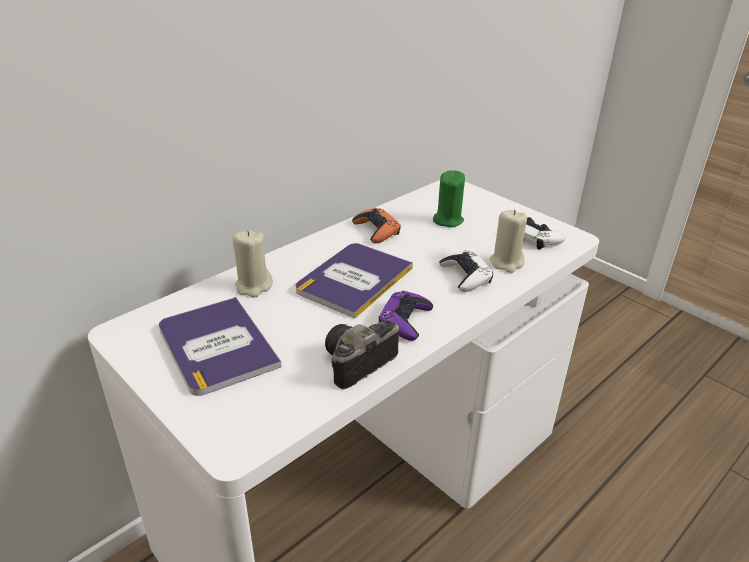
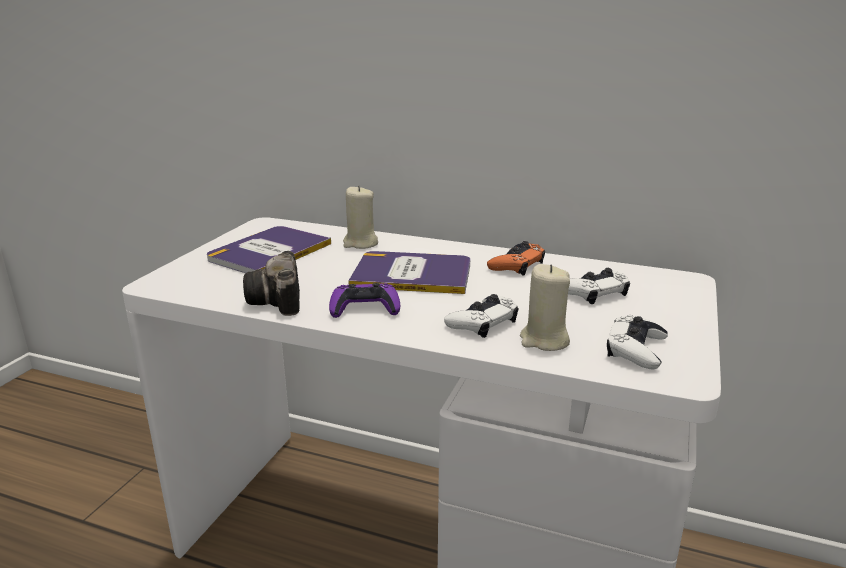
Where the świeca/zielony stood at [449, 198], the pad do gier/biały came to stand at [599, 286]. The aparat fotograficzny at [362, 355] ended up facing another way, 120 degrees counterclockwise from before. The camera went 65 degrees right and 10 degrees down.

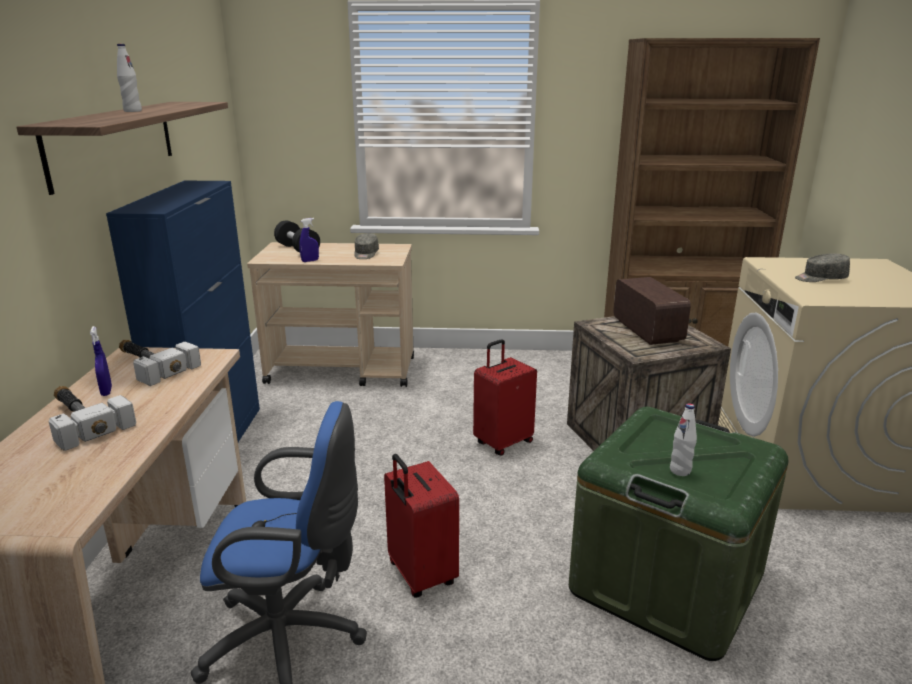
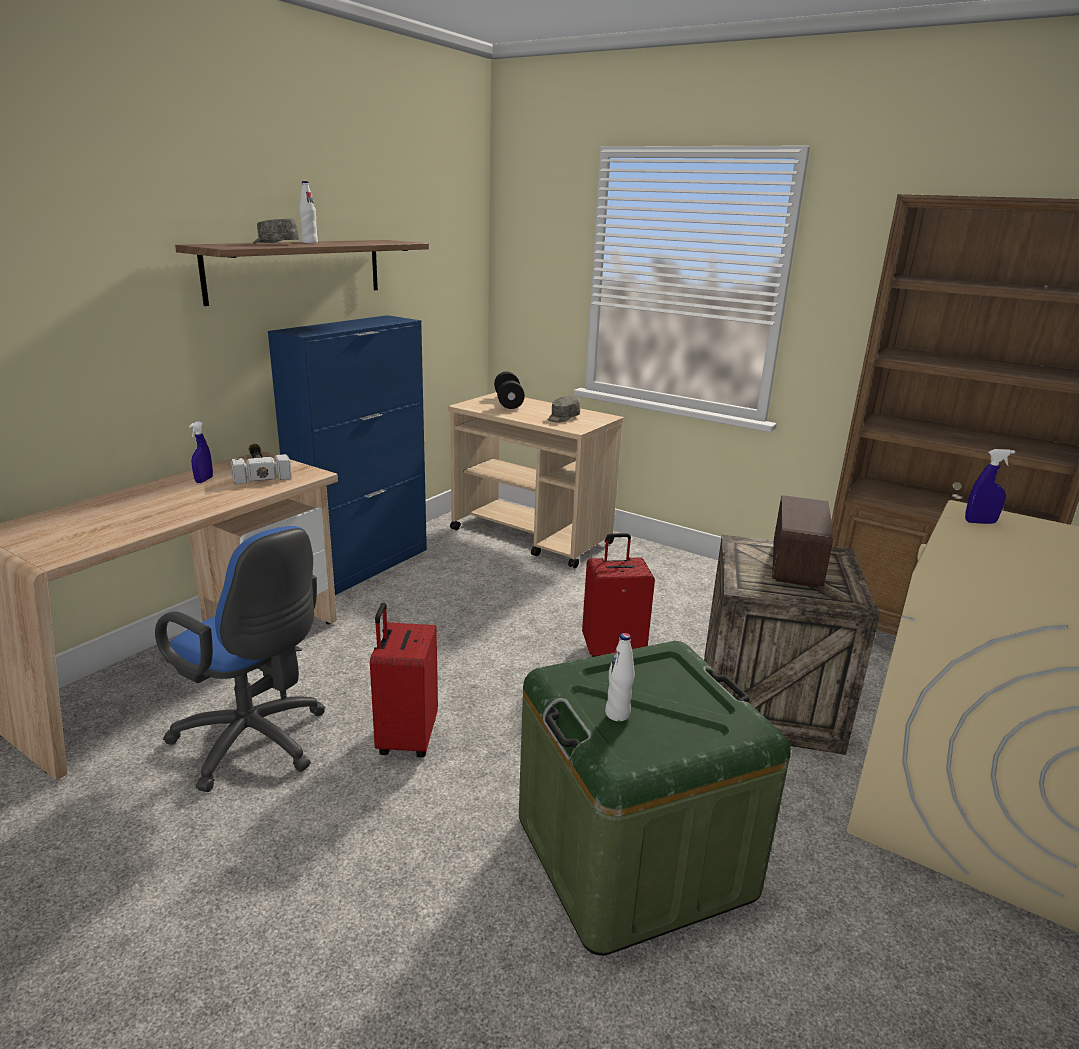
The spryskiwacz/niebieski ended up elsewhere, having gone from [309, 240] to [990, 486]. The czapka z daszkiem/szary ended up elsewhere, having gone from [822, 267] to [276, 231]. The second view lost the młotek at [92, 418]. The camera went 30 degrees right and 0 degrees up.

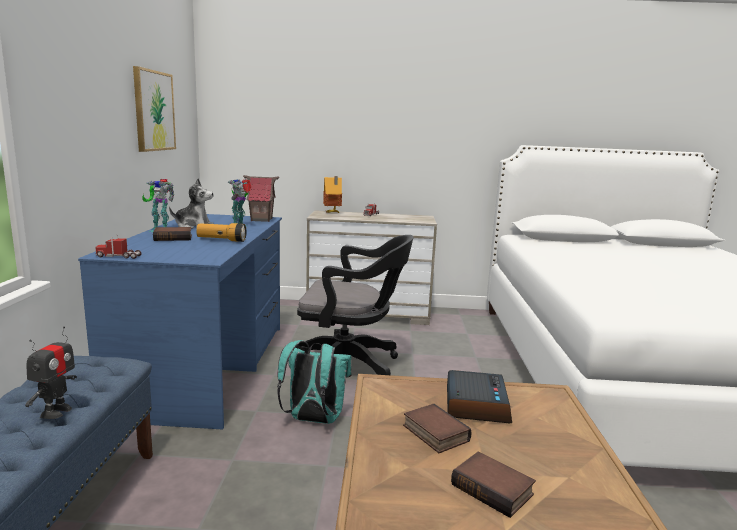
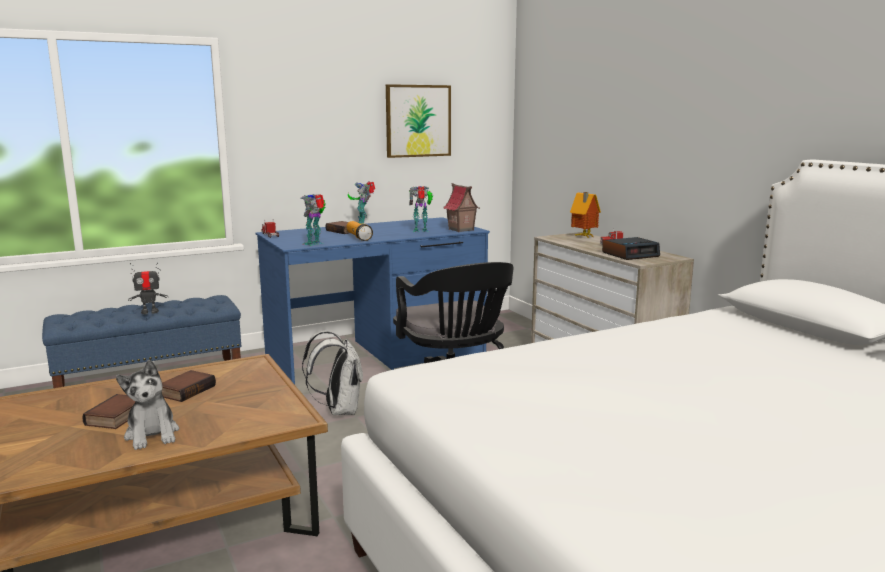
The pluszak ended up elsewhere, having gone from [191, 204] to [147, 405]. What was the plecak/turkusowy at [314, 382] turned into the plecak/biały at [332, 373]. The budzik ended up elsewhere, having gone from [479, 396] to [631, 248]. The second view gained the robot zabawkowy at [313, 220]. The camera went 60 degrees right and 0 degrees up.

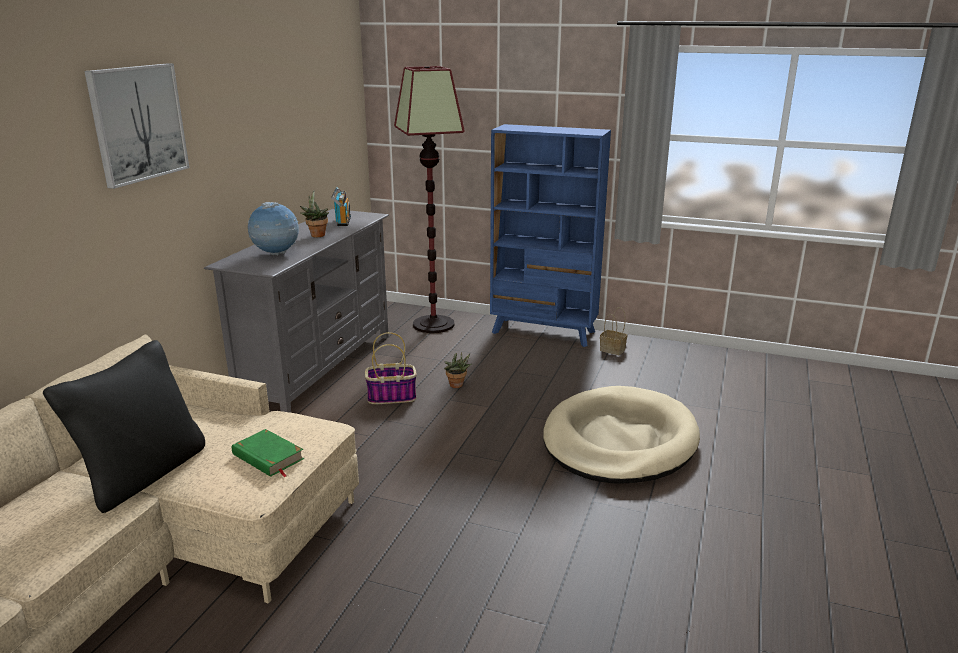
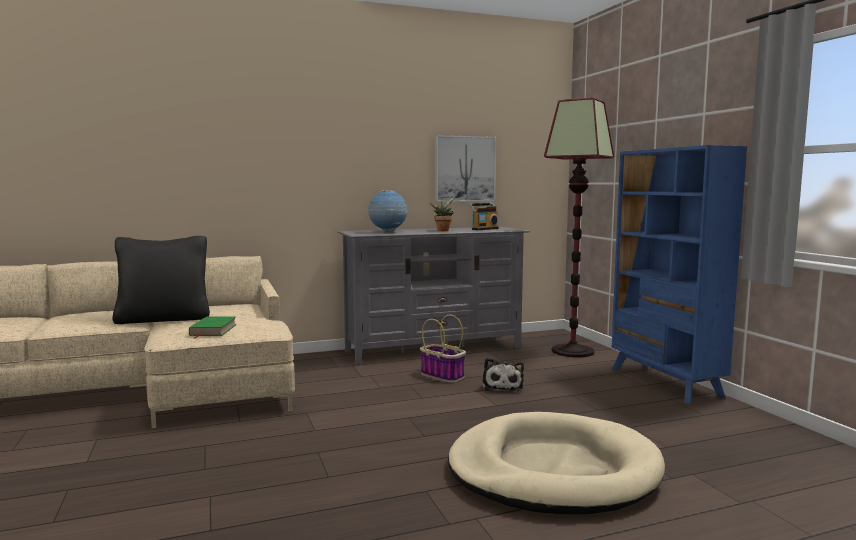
The obraz ended up elsewhere, having gone from [136, 126] to [466, 168]. The second view lost the koszyk at [613, 331]. Where the roślina doniczkowa stood at [457, 370], the pluszak came to stand at [503, 374]. The camera went 50 degrees right and 15 degrees down.

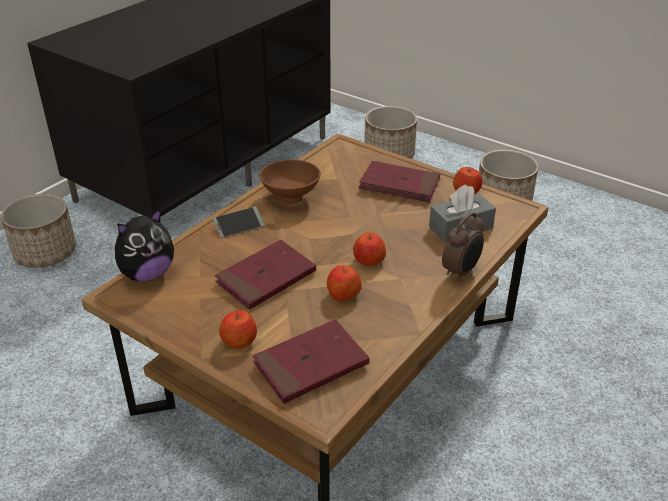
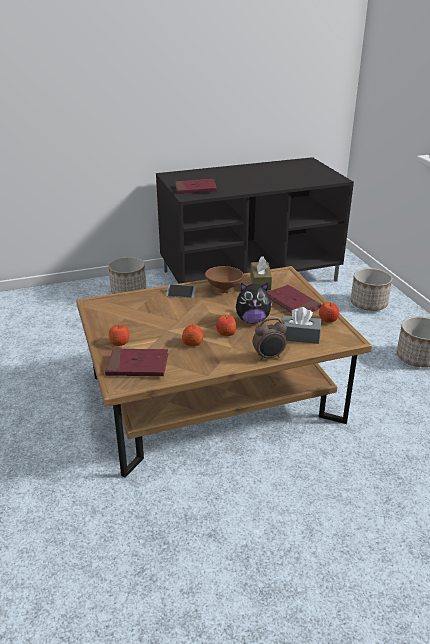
The pluszak ended up elsewhere, having gone from [144, 244] to [254, 303]. The książka/czerwony ended up elsewhere, having gone from [265, 275] to [196, 186]. The second view gained the pudełko chusteczek/brązowy at [261, 273]. The camera went 35 degrees right and 5 degrees down.

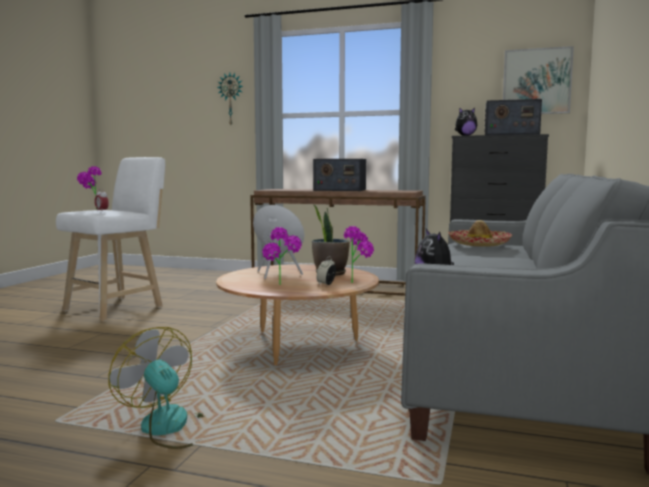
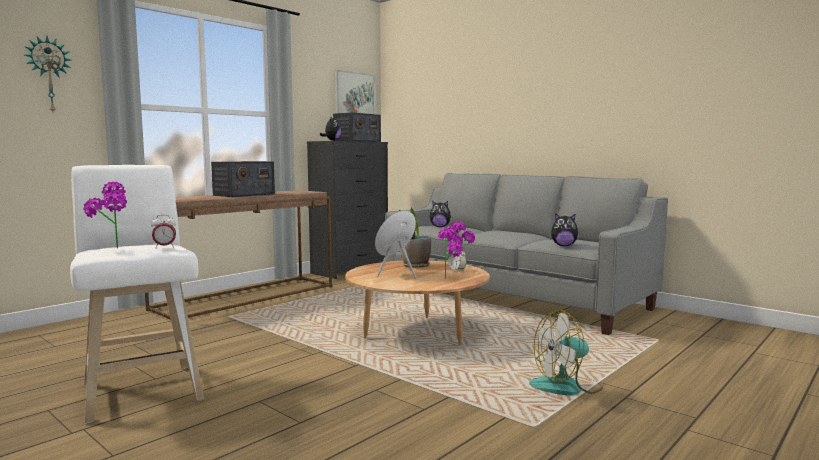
Where the kapelusz stood at [479, 233], the pluszak came to stand at [441, 213]. The camera went 65 degrees left and 0 degrees up.

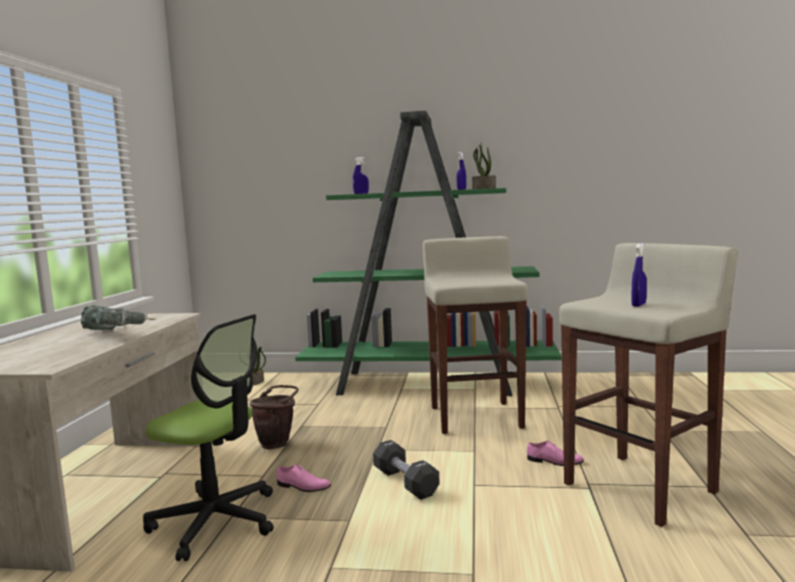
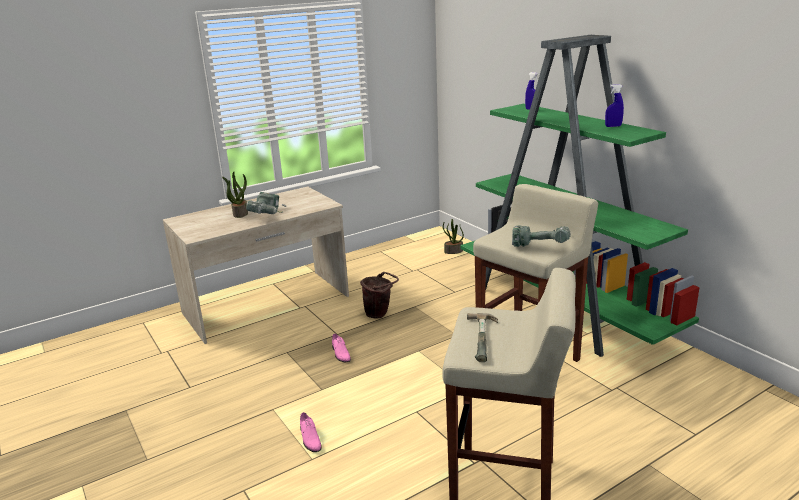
The roślina doniczkowa ended up elsewhere, having gone from [484, 165] to [235, 195]. Where the spryskiwacz/niebieski stood at [639, 275], the młotek came to stand at [482, 337]. The second view lost the krzesło biurowe at [208, 437]. The second view lost the hantel/czarny at [406, 470]. The but/różowy ended up elsewhere, having gone from [555, 453] to [311, 432]. The second view gained the wiertarka at [541, 236]. The camera went 50 degrees right and 15 degrees up.

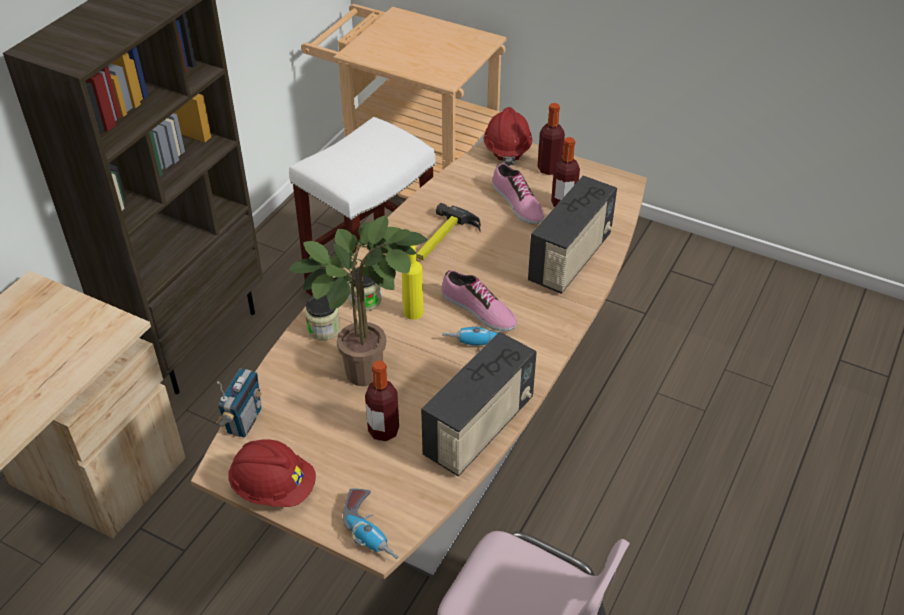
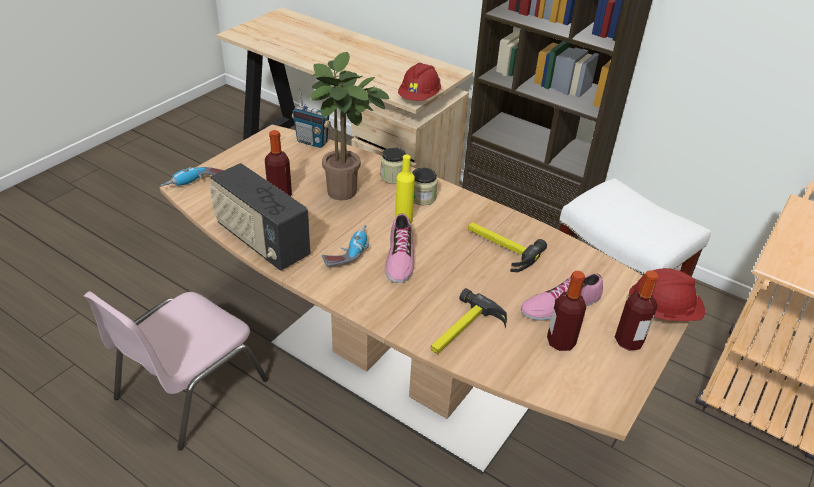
Where the radio stood at [572, 234], the młotek came to stand at [469, 321]. The but at [479, 301] ended up facing another way, 45 degrees counterclockwise from before. The kask/czerwony ended up elsewhere, having gone from [272, 473] to [419, 82]. The camera went 95 degrees right and 5 degrees down.

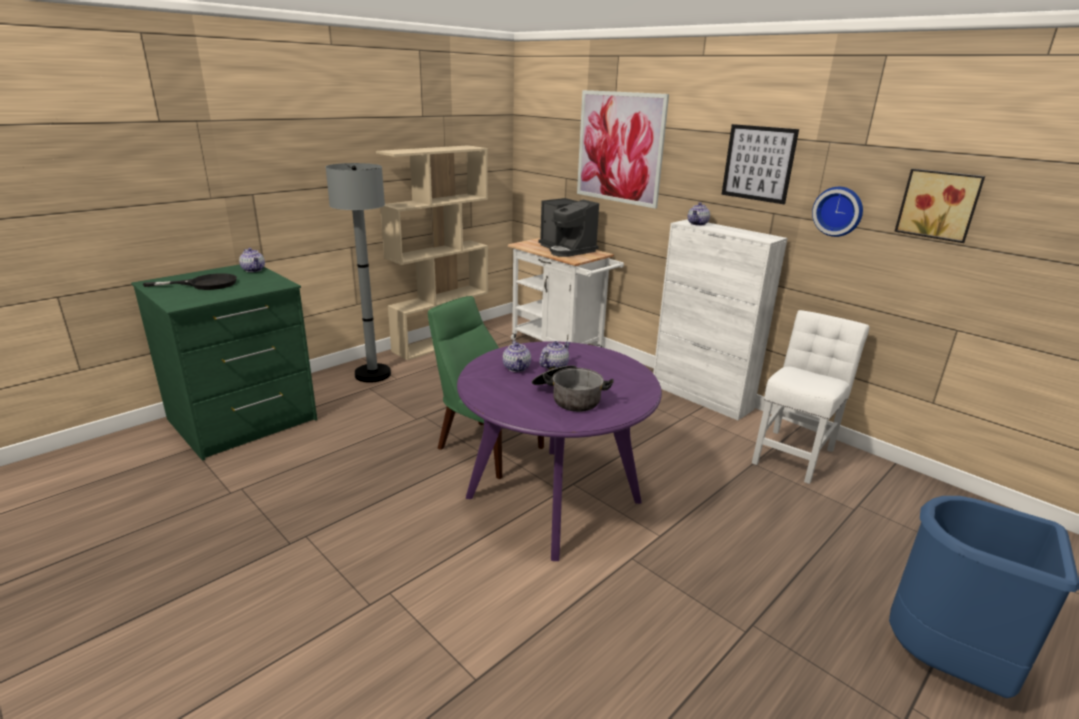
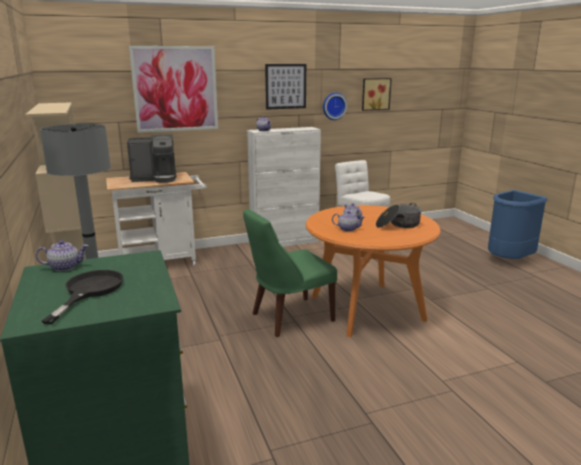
What was the stół jadalny/fioletowy at [559, 451] turned into the stół jadalny/pomarańczowy at [373, 271]. The camera went 65 degrees left and 5 degrees down.

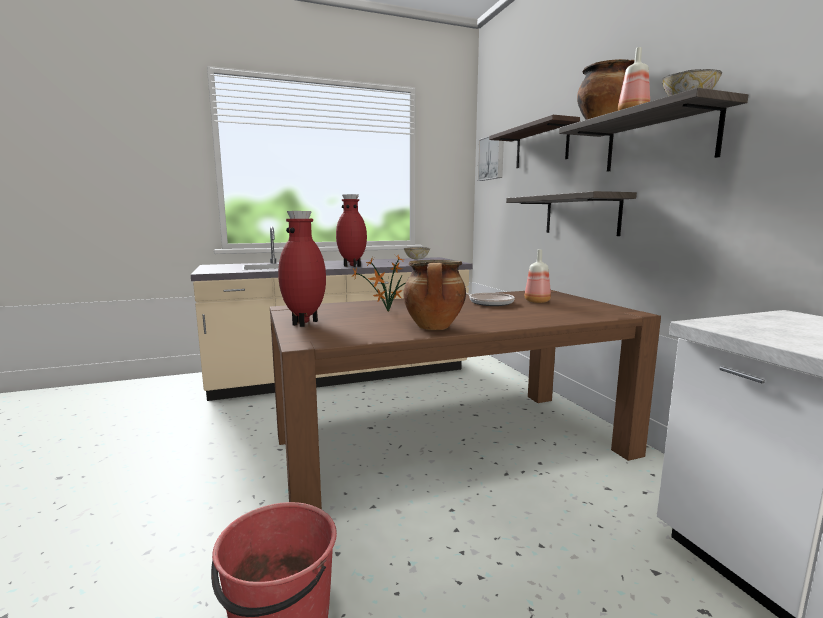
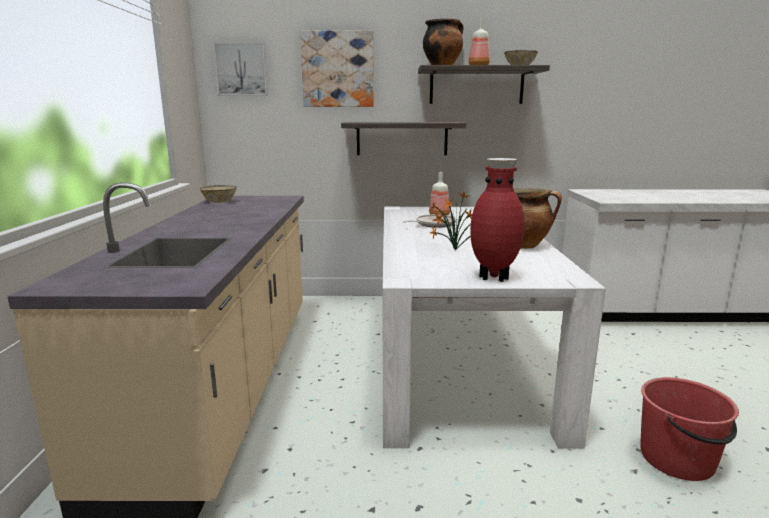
Where the półka hung at [534, 141], the obraz came to hang at [337, 68]. The second view lost the wazon/czerwony at [351, 230]. What was the stół jadalny/brązowy at [465, 400] turned into the stół jadalny/biały at [494, 328]. The camera went 70 degrees left and 5 degrees up.

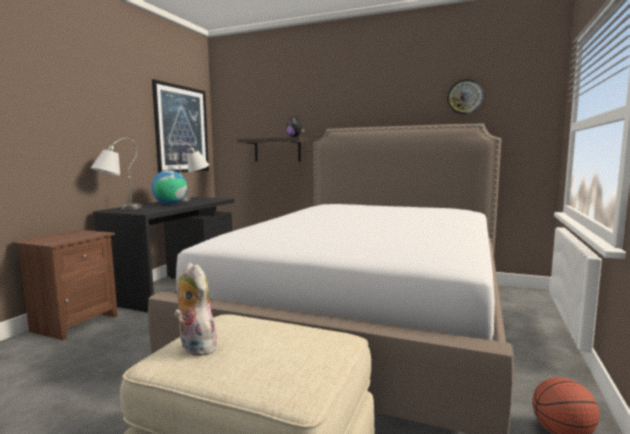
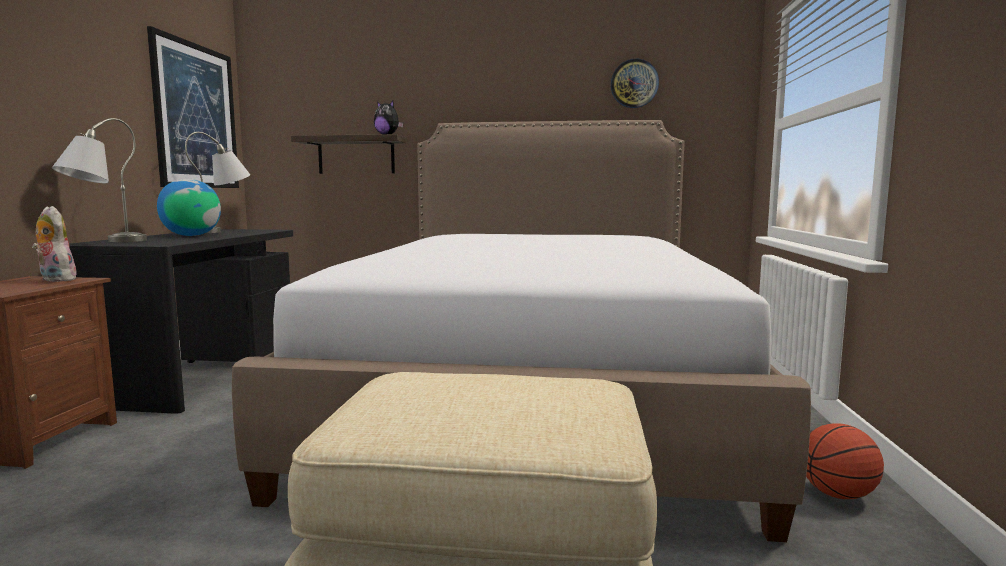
The pluszak ended up elsewhere, having gone from [196, 309] to [55, 244]. The camera went 15 degrees left and 0 degrees up.

